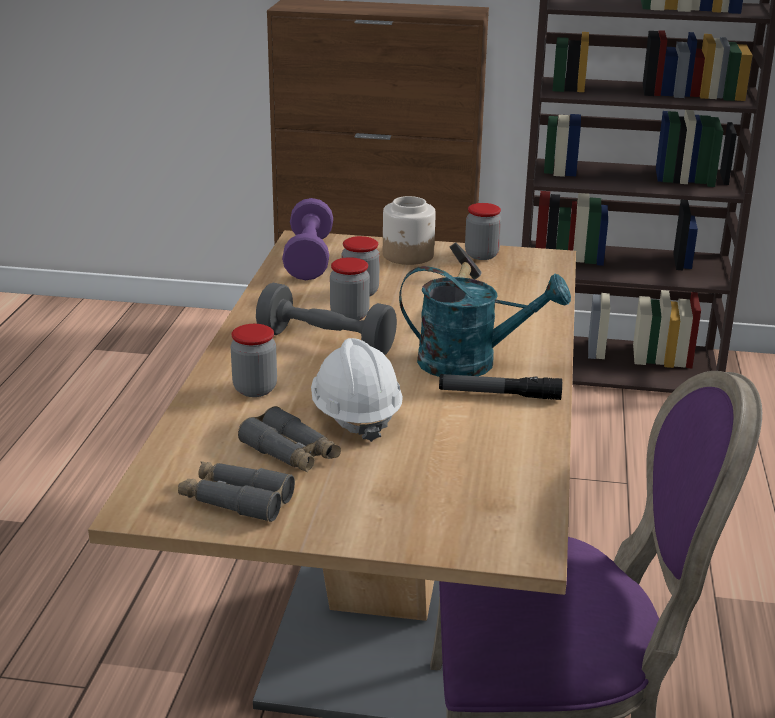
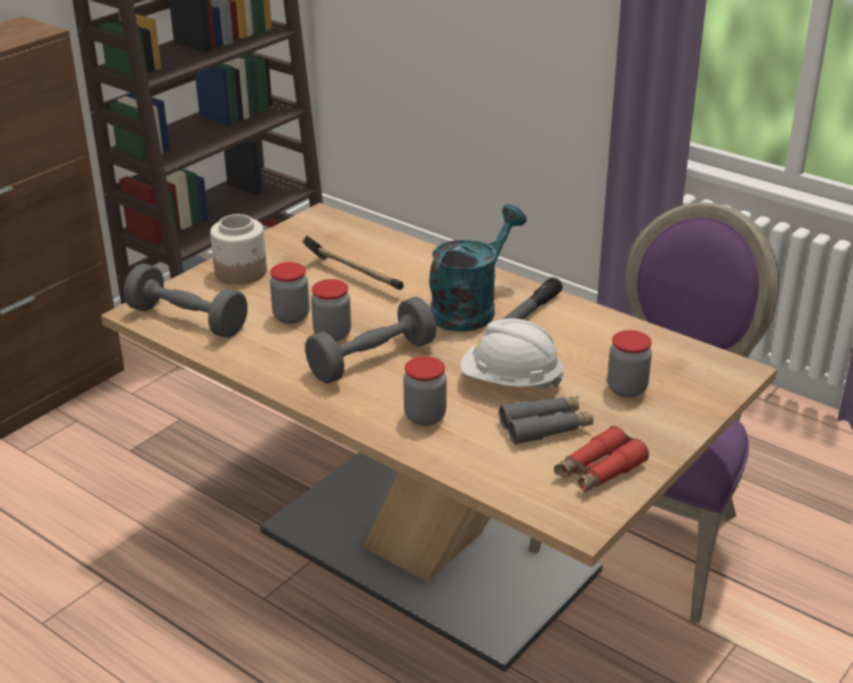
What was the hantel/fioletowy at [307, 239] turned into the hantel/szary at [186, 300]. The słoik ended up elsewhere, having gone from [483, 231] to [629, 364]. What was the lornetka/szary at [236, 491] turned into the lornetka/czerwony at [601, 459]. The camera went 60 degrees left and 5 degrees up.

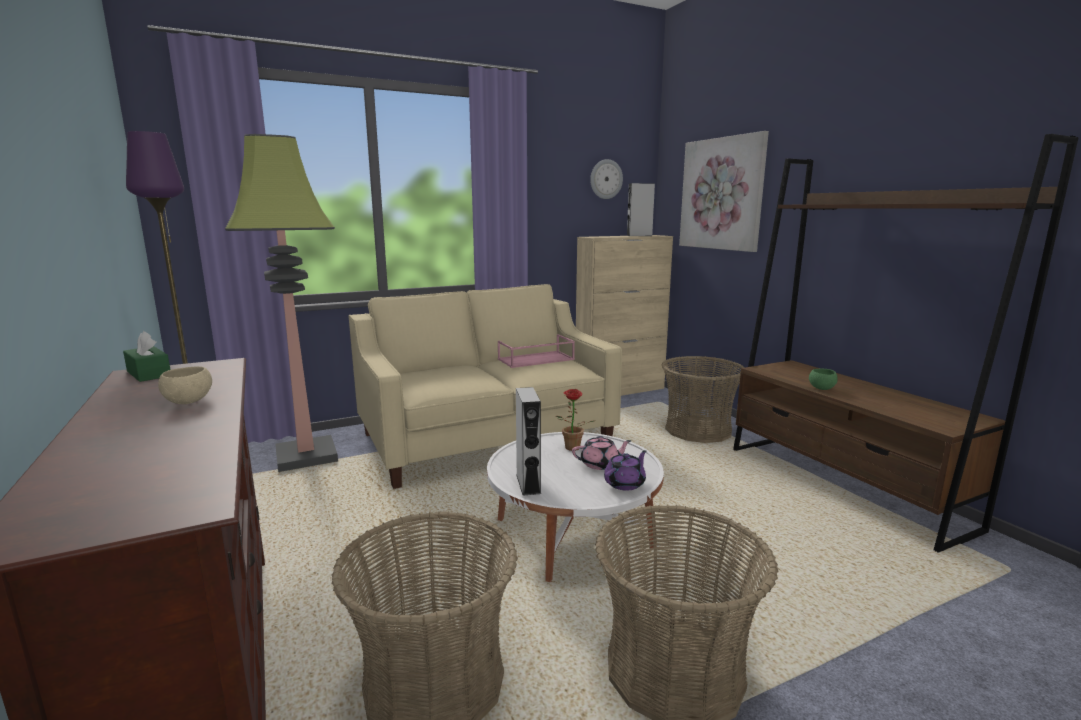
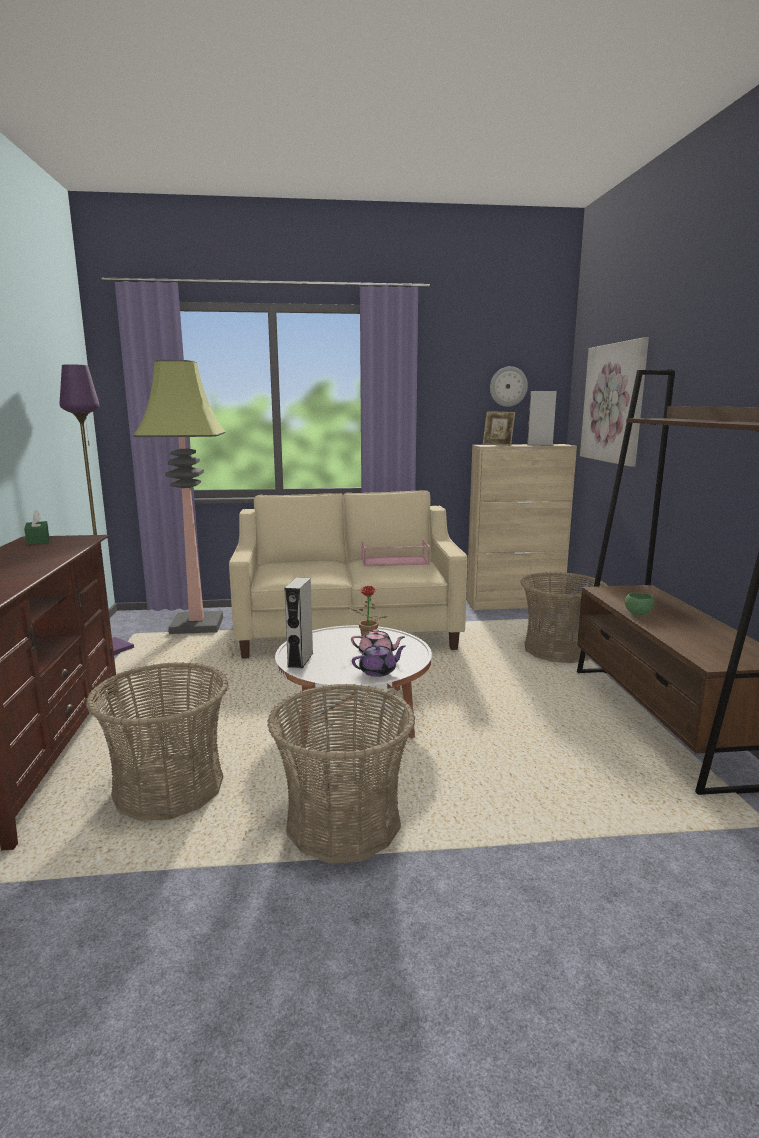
The second view lost the miska/beżowy at [185, 385]. The second view gained the ramka na zdjęcie at [499, 428]. The camera went 20 degrees right and 0 degrees up.

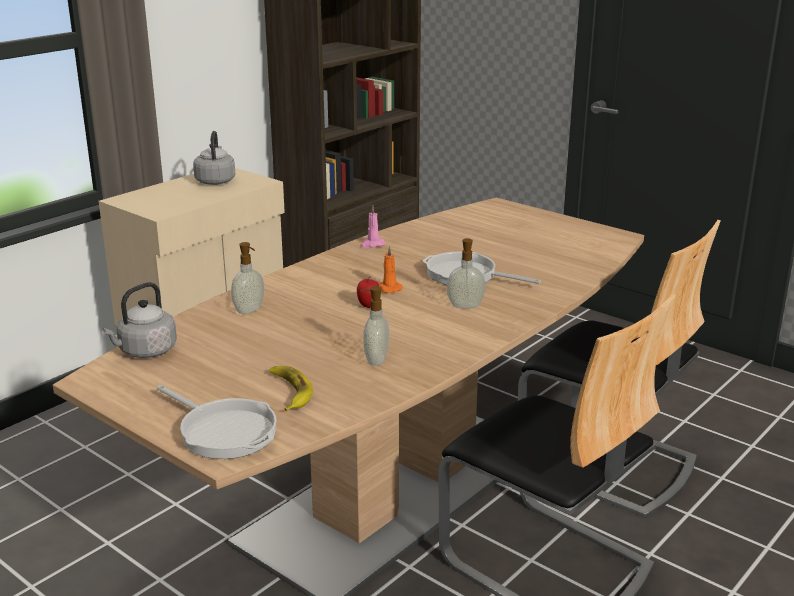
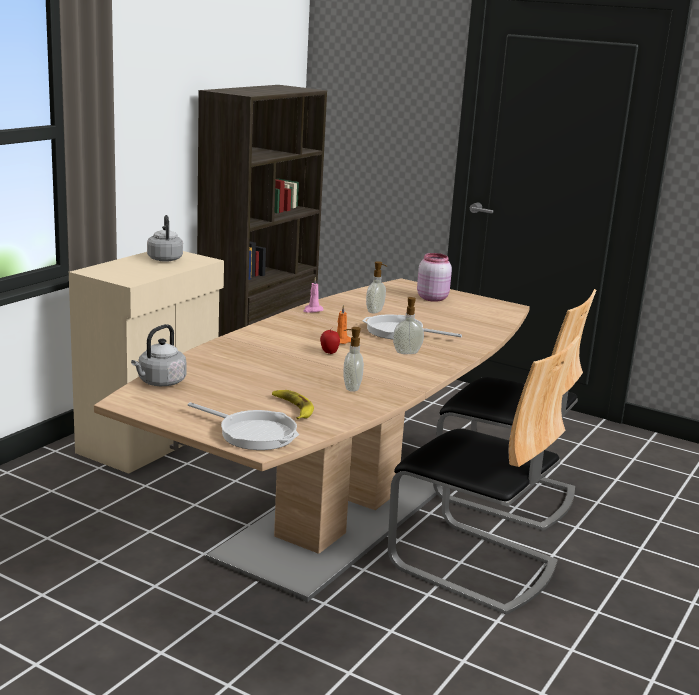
The dozownik mydła ended up elsewhere, having gone from [247, 278] to [376, 287]. The second view gained the słoik/różowy at [434, 277]. The camera went 10 degrees left and 5 degrees down.

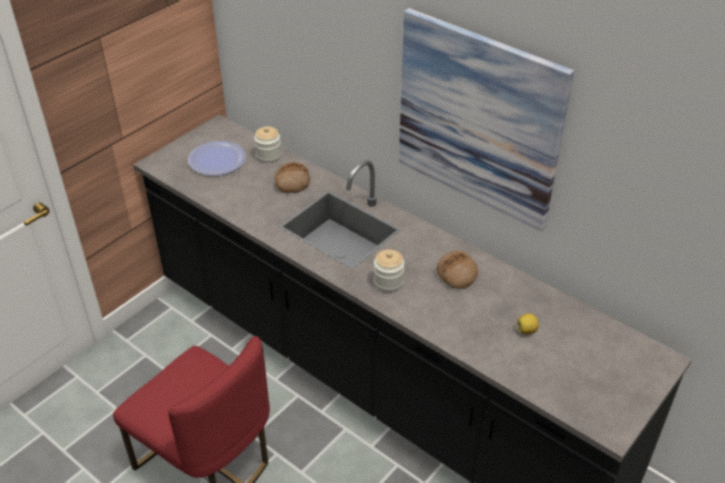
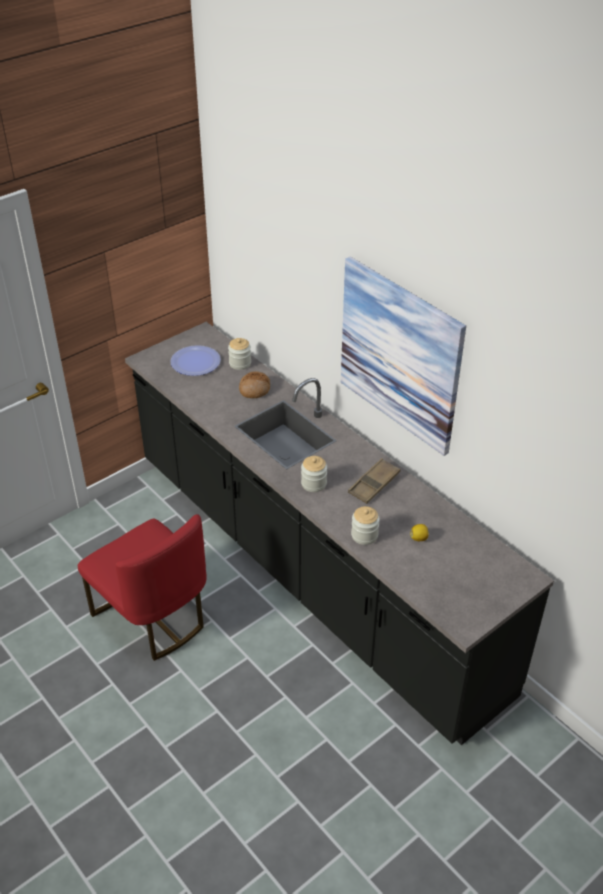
Where the chleb stood at [457, 269], the taca/brązowy came to stand at [374, 481]. The second view gained the słoik at [365, 525]. The camera went 10 degrees right and 0 degrees up.

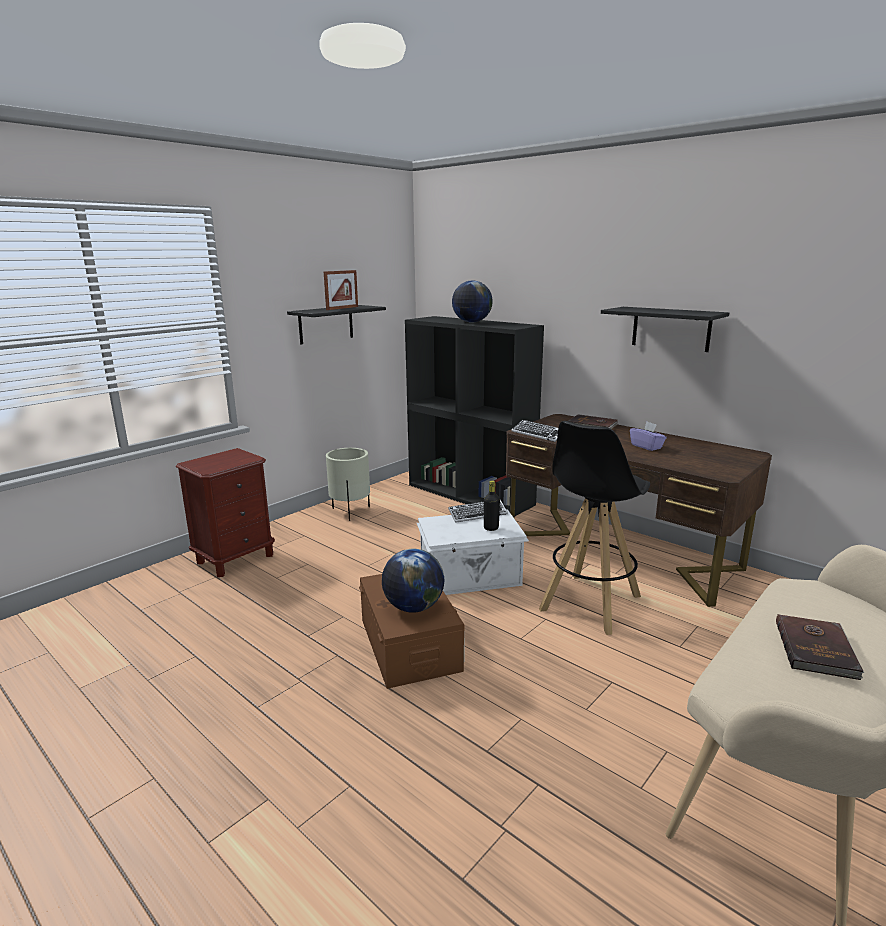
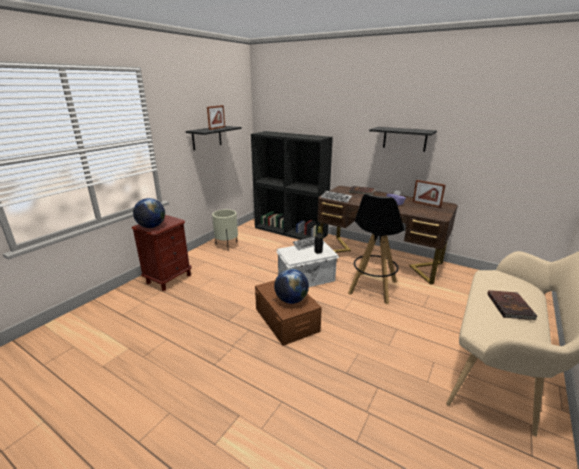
The globus ended up elsewhere, having gone from [472, 301] to [149, 213]. The second view gained the ramka na zdjęcie at [429, 194]. The camera went 10 degrees left and 5 degrees up.

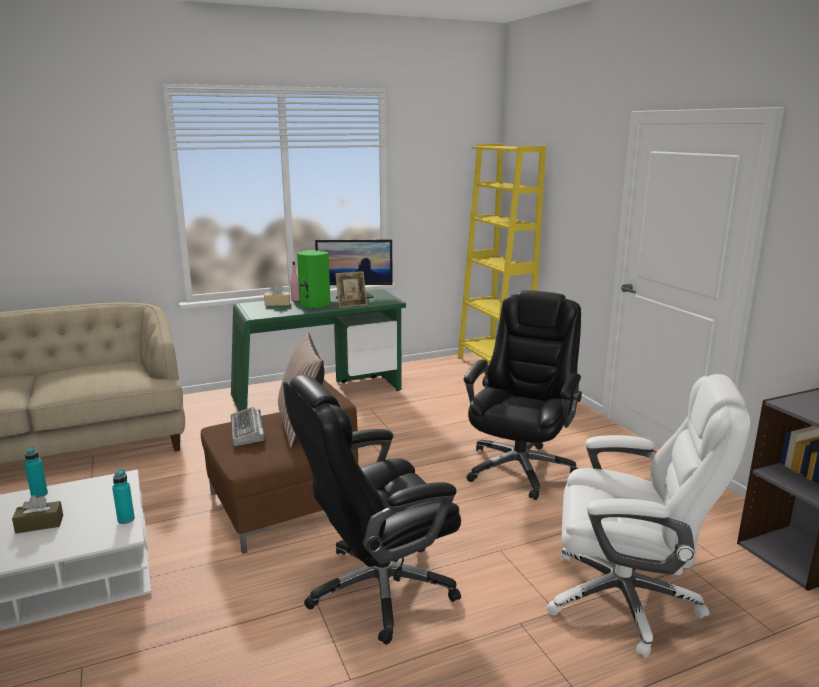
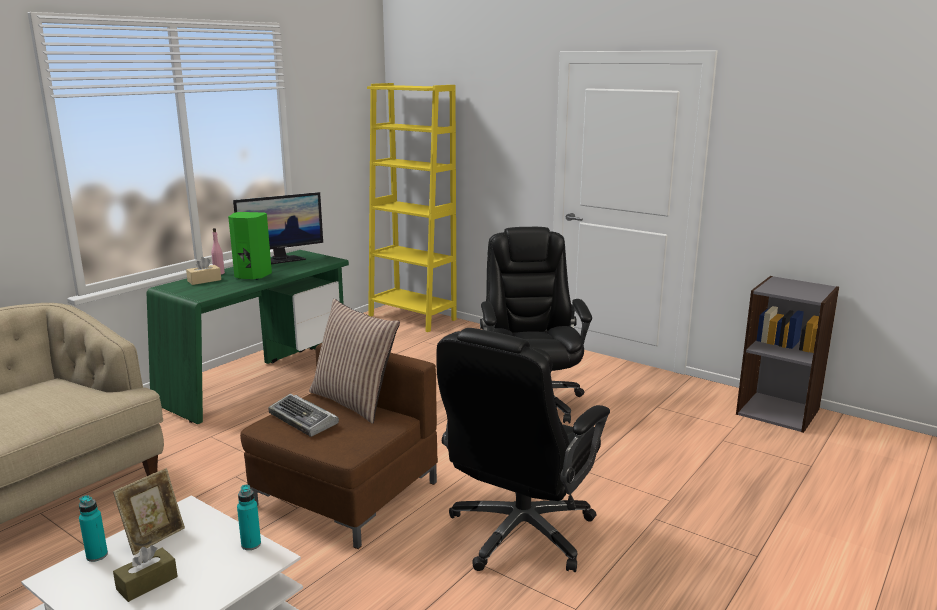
The ramka na zdjęcie ended up elsewhere, having gone from [351, 289] to [149, 511]. The second view lost the krzesło biurowe/biały at [648, 516]. The camera went 30 degrees left and 0 degrees up.

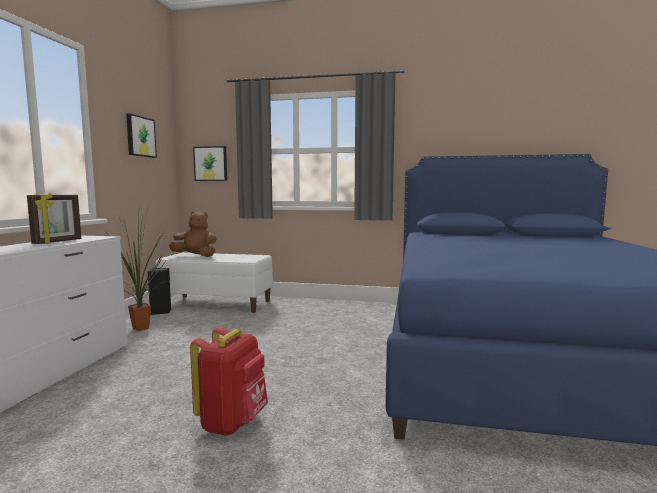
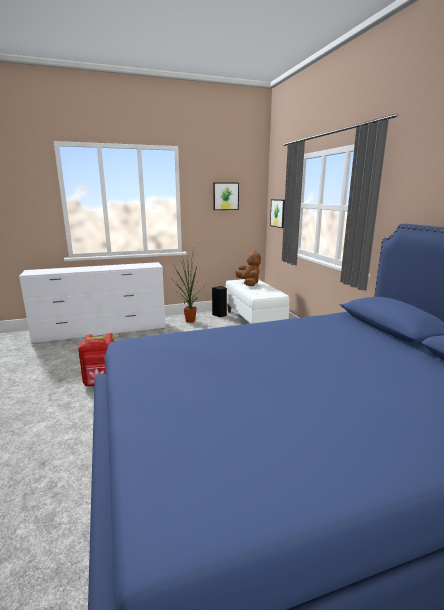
The second view lost the ramka na zdjęcie at [54, 218]. The camera went 60 degrees right and 10 degrees up.

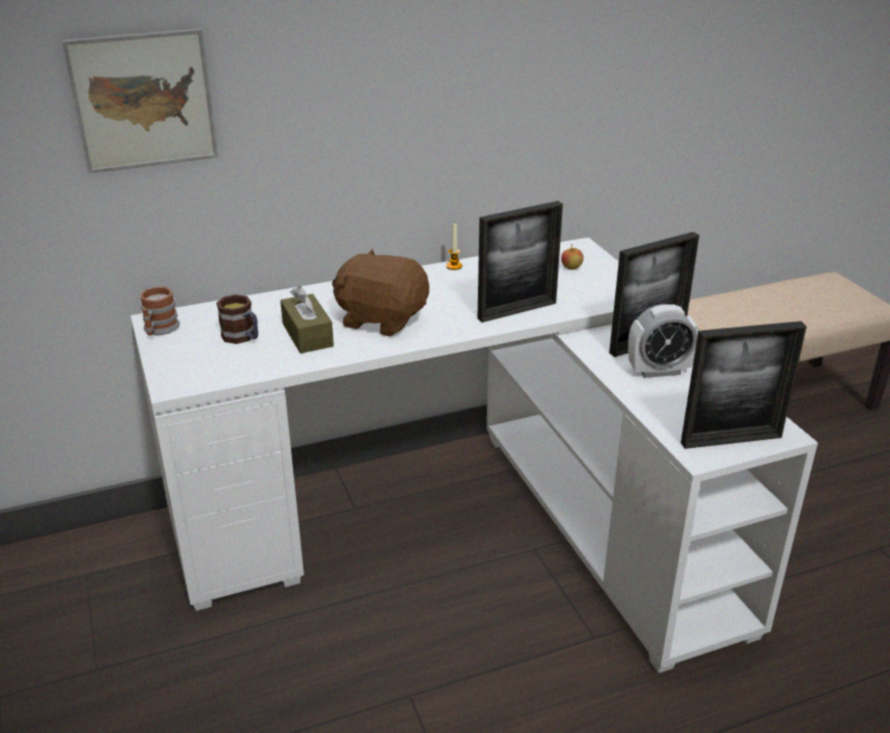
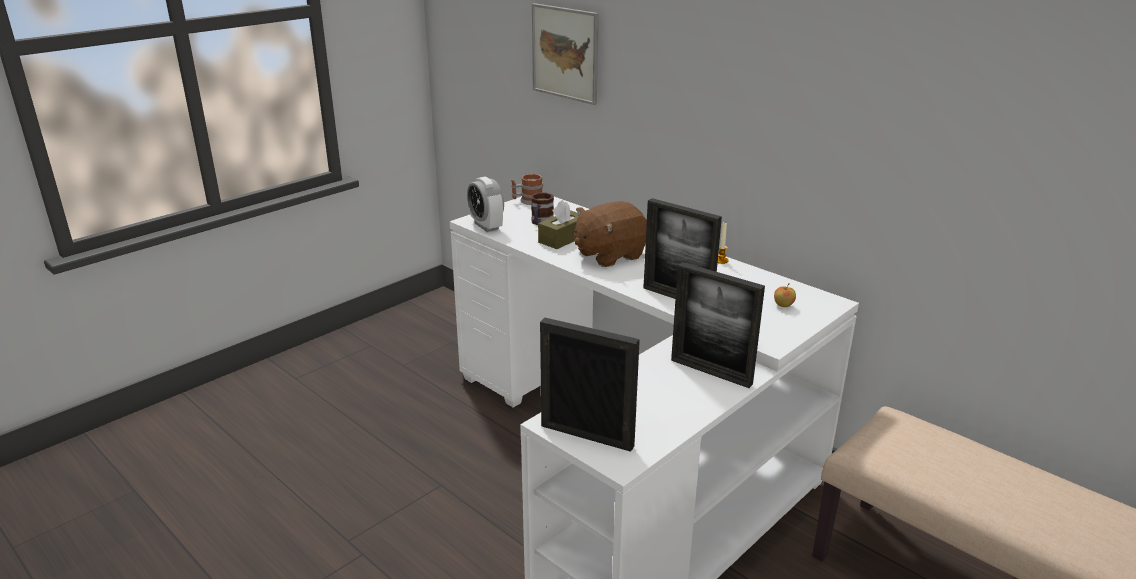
The pluszak/brązowy at [380, 292] ended up facing another way, 120 degrees counterclockwise from before. The budzik ended up elsewhere, having gone from [663, 341] to [485, 204]. The ramka na zdjęcie at [744, 385] ended up facing another way, 150 degrees clockwise from before. The camera went 65 degrees right and 5 degrees down.

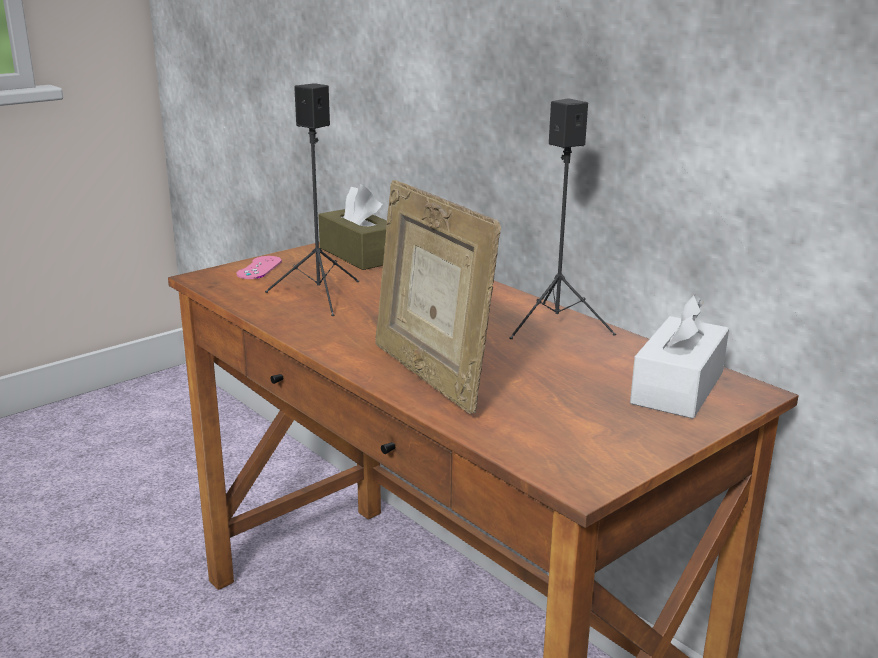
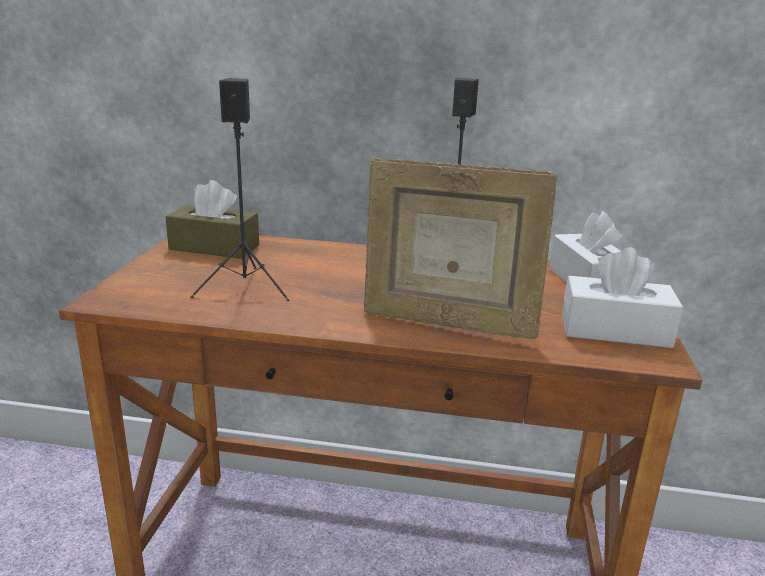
The second view lost the pad do gier/różowy at [259, 267]. The second view gained the pudełko chusteczek/biały at [622, 297]. The camera went 40 degrees left and 0 degrees up.

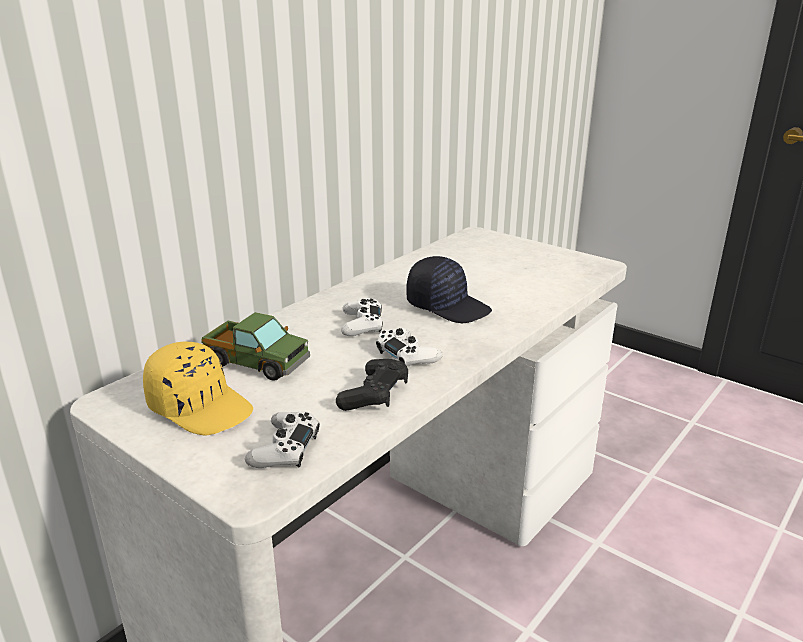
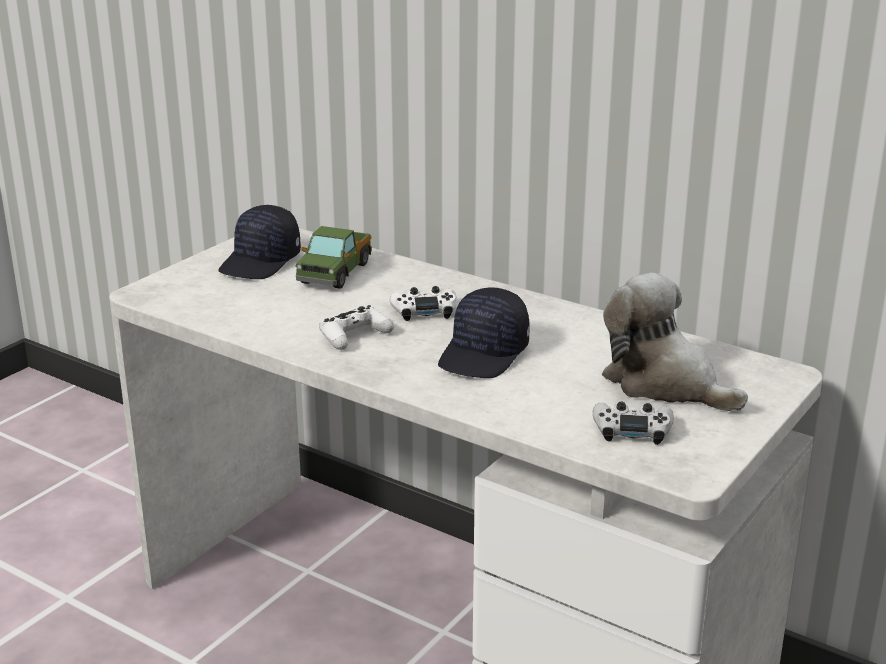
What was the czapka z daszkiem/żółty at [198, 388] turned into the czapka z daszkiem/czarny at [259, 242]. The second view lost the pad do gier/czarny at [372, 385]. The pad do gier/biały ended up elsewhere, having gone from [282, 439] to [633, 423]. The second view gained the pluszak at [675, 342]. The camera went 85 degrees right and 0 degrees up.

